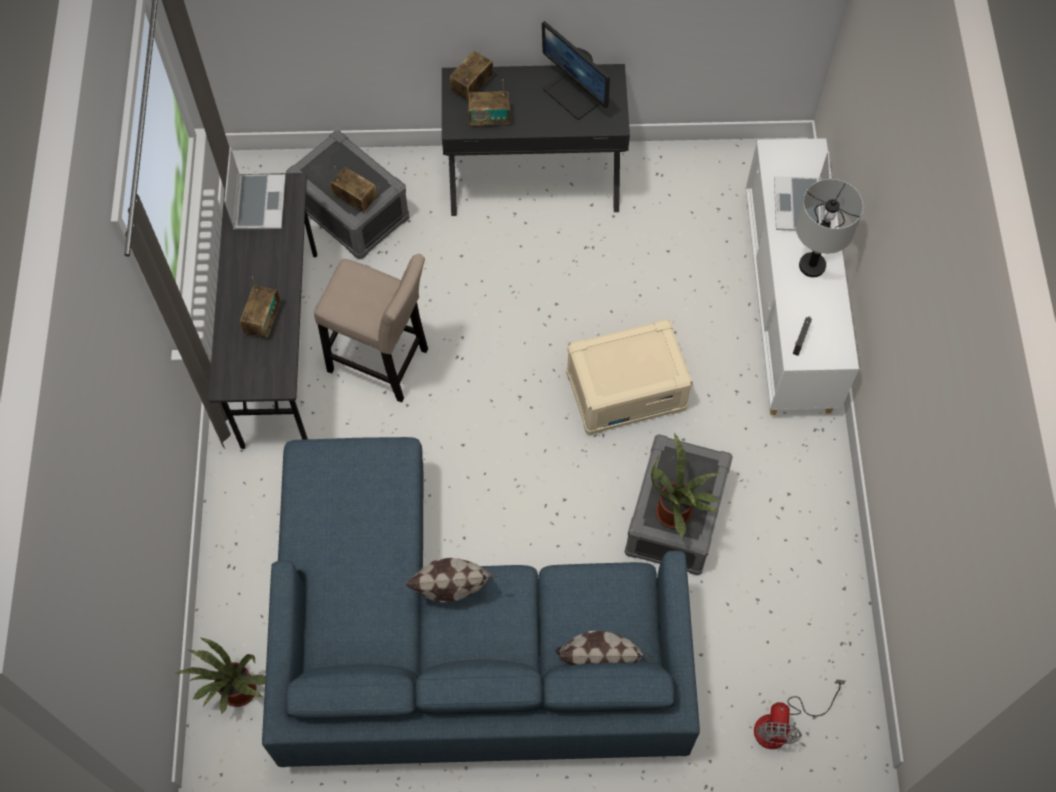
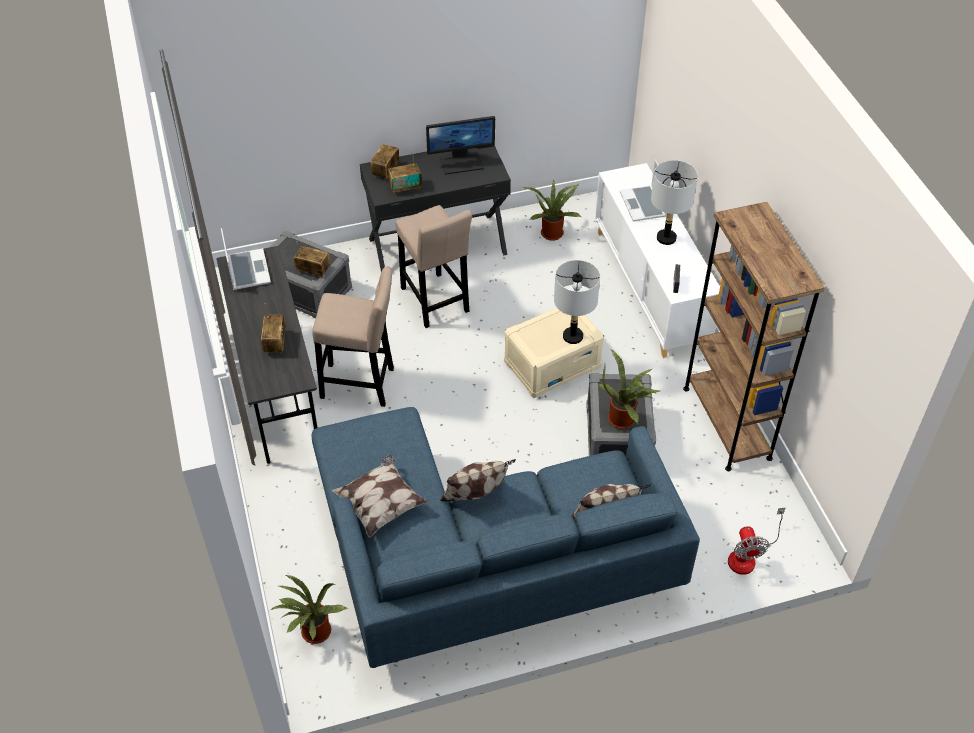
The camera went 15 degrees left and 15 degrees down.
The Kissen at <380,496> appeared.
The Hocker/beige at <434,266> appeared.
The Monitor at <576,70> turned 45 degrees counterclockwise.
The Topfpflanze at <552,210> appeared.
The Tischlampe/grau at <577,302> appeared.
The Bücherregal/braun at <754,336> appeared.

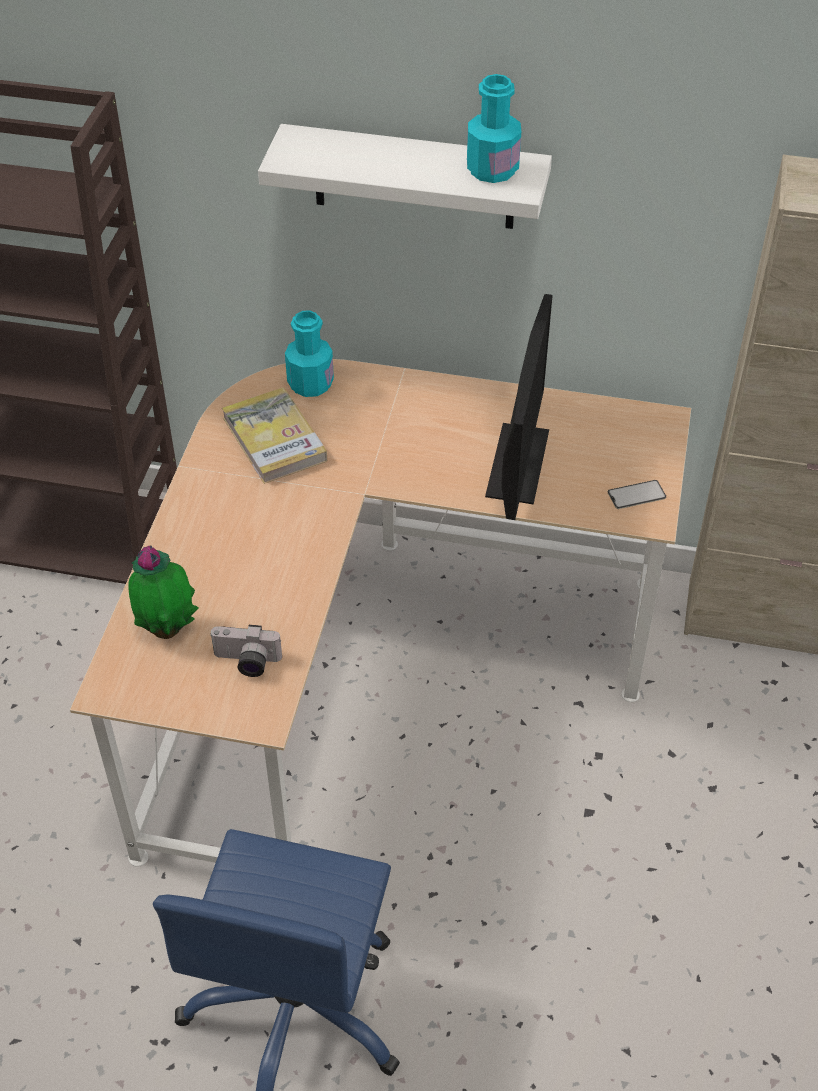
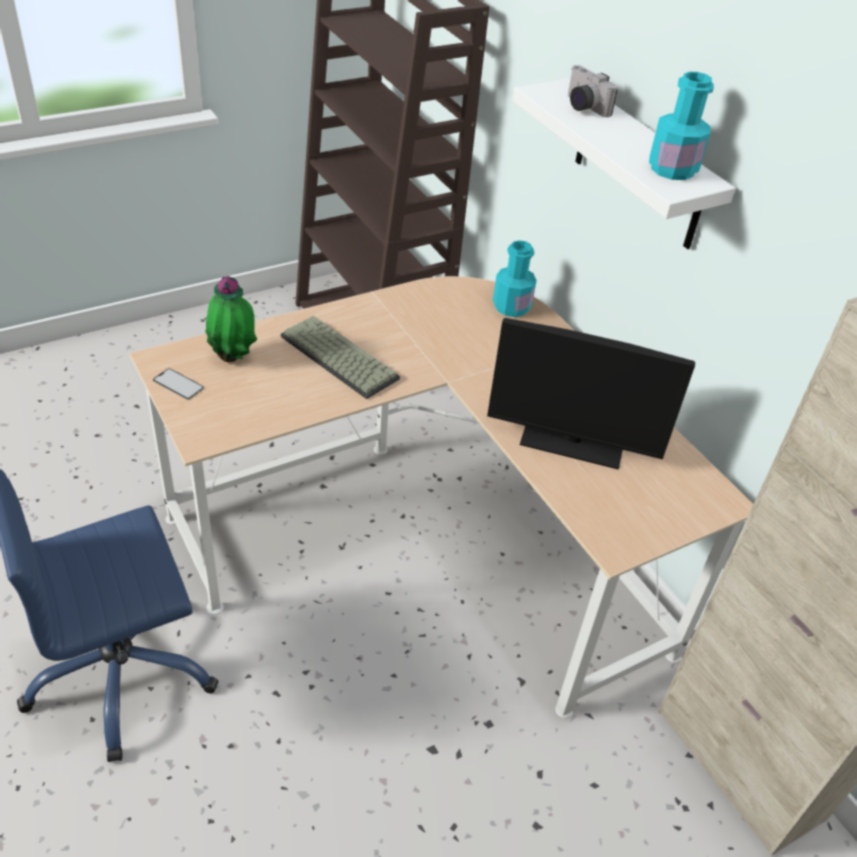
The camera went 45 degrees right and 5 degrees down.
The Handy moved from <637,494> to <178,384>.
The Tastatur at <340,357> appeared.
The Monitor at <519,407> turned 45 degrees clockwise.
The Kamera moved from <245,651> to <593,91>.
The Buch at <274,435> disappeared.

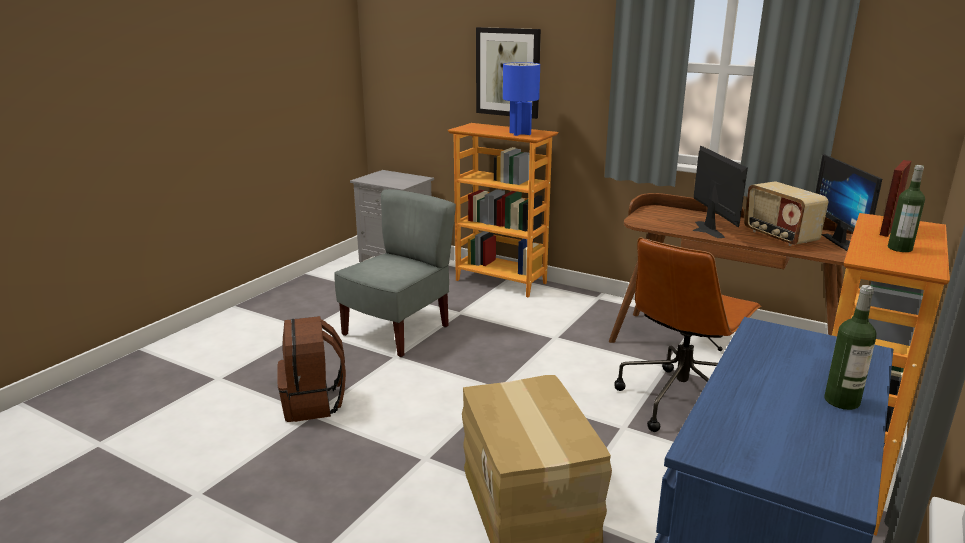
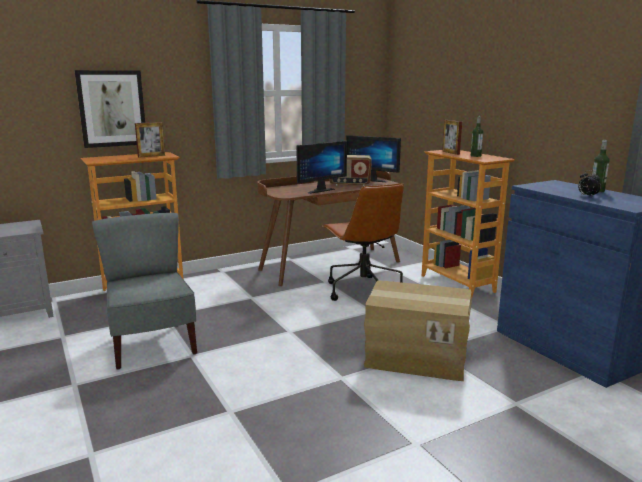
The camera went 60 degrees left and 5 degrees down.
The Tischlampe/blau at <521,99> was replaced by the Bilderrahmen at <150,140>.
The Monitor at <720,191> turned 120 degrees clockwise.
The Wecker at <589,183> appeared.
The Rucksack/braun at <311,369> disappeared.

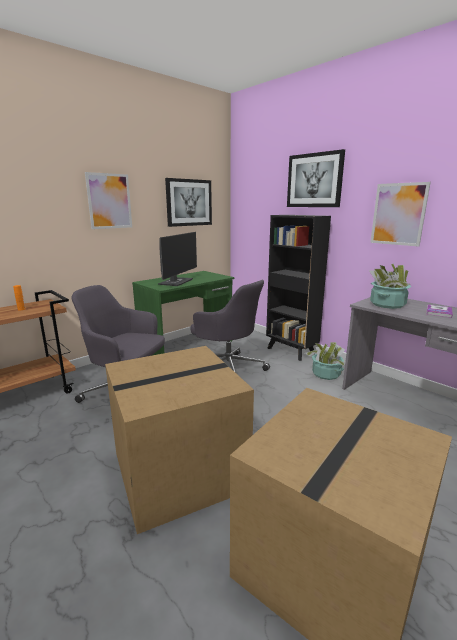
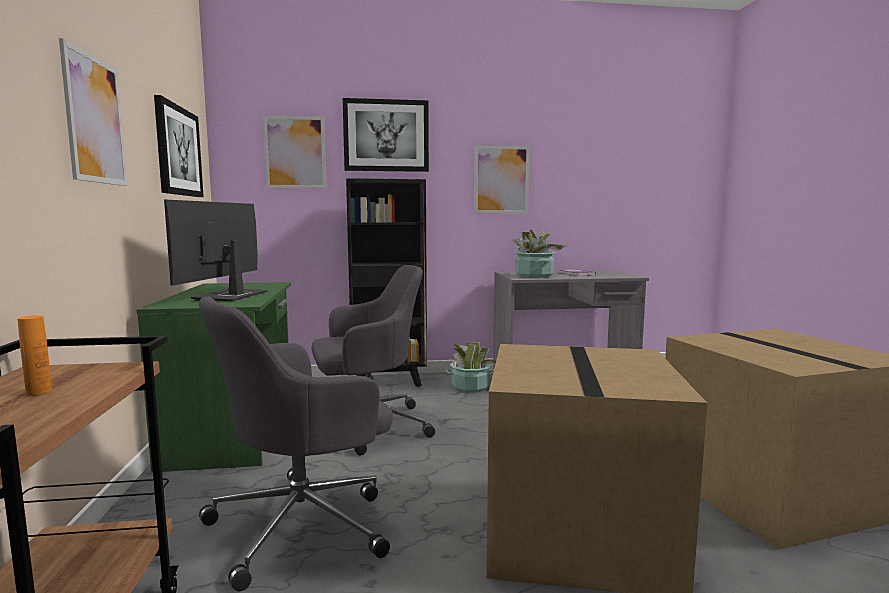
The camera went 55 degrees left and 10 degrees down.
The Monitor at <177,259> turned 135 degrees counterclockwise.
The Bild at <294,152> appeared.

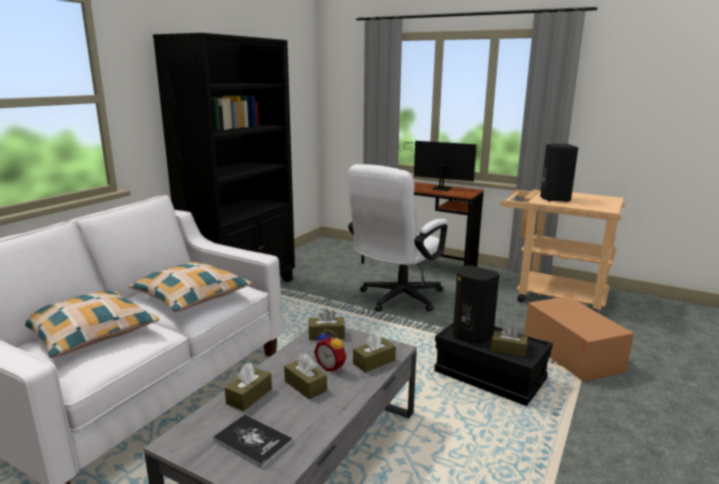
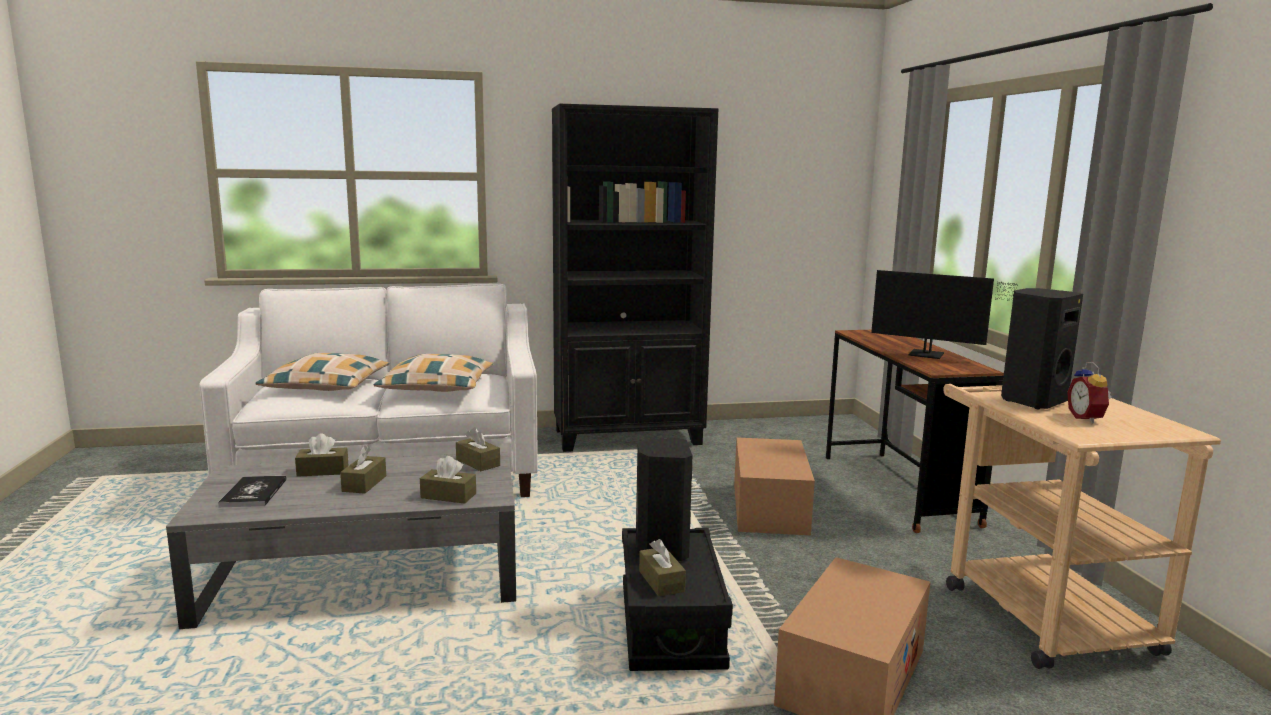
The camera went 50 degrees right and 5 degrees down.
The Bürostuhl/weiß at <397,238> was replaced by the Karton at <774,486>.
The Monitor at <437,166> turned 135 degrees clockwise.
The Wecker moved from <330,350> to <1089,392>.

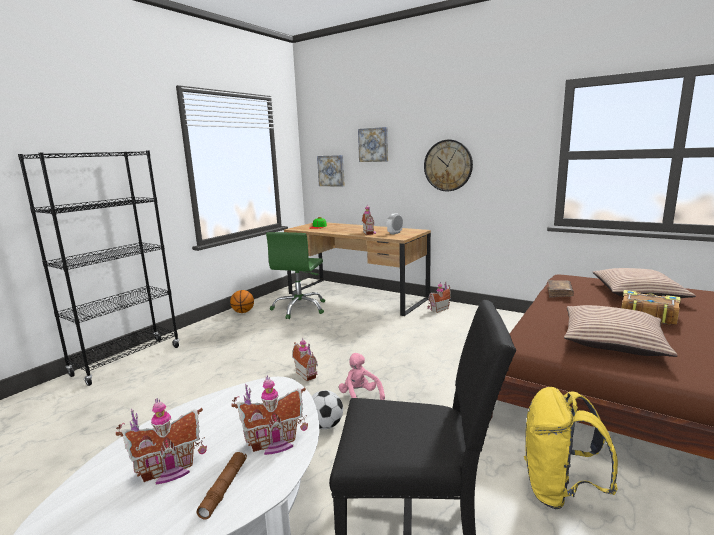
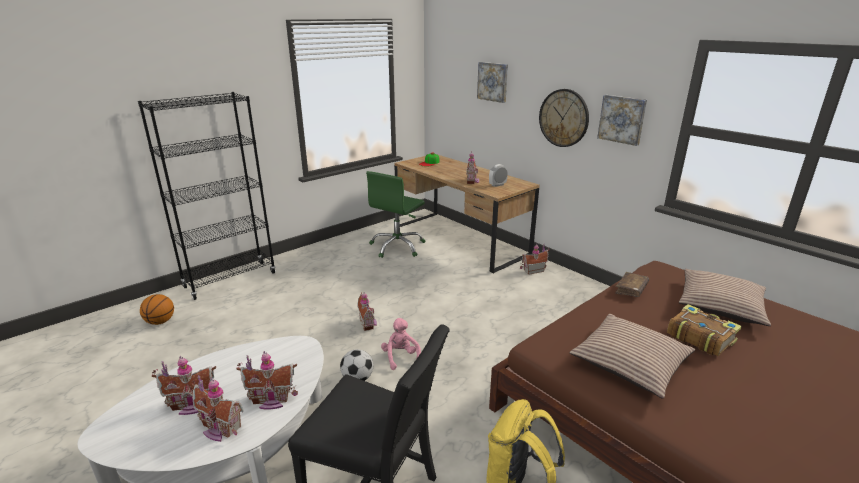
The camera went 15 degrees right and 10 degrees up.
The Basketball moved from <242,301> to <157,309>.
The Taschenlampe/braun at <221,486> was replaced by the Spielzeughaus at <218,408>.
The Bild moved from <331,171> to <622,120>.

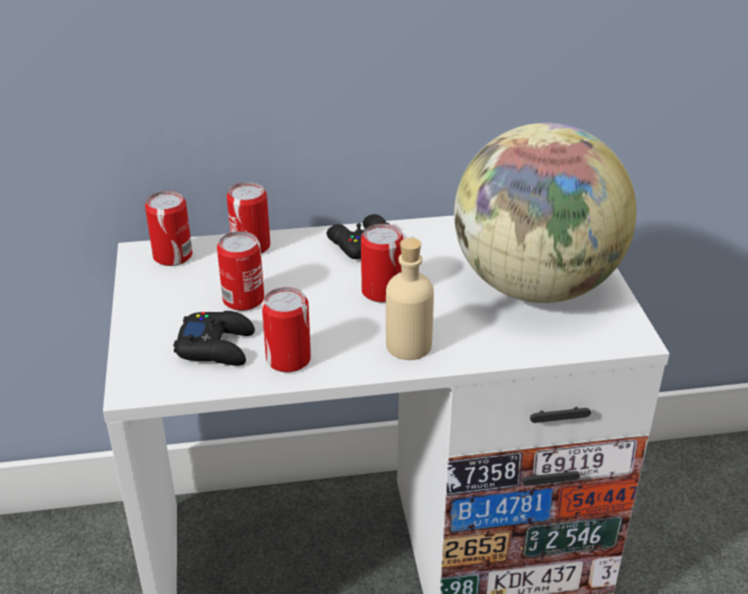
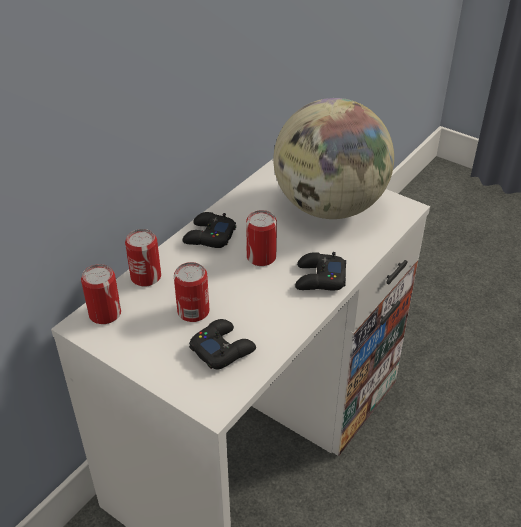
The camera went 45 degrees left and 5 degrees up.
The Flasche/beige at <410,299> was replaced by the Gamepad/schwarz at <320,271>.
The Dose at <286,330> disappeared.

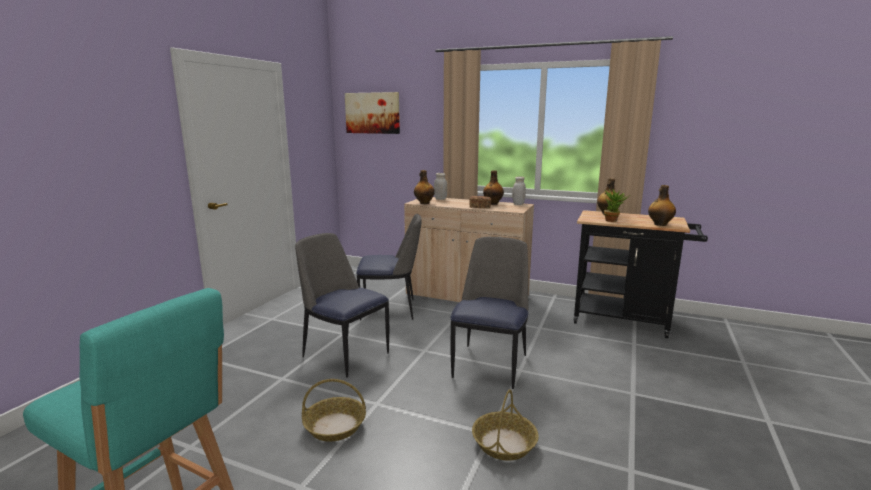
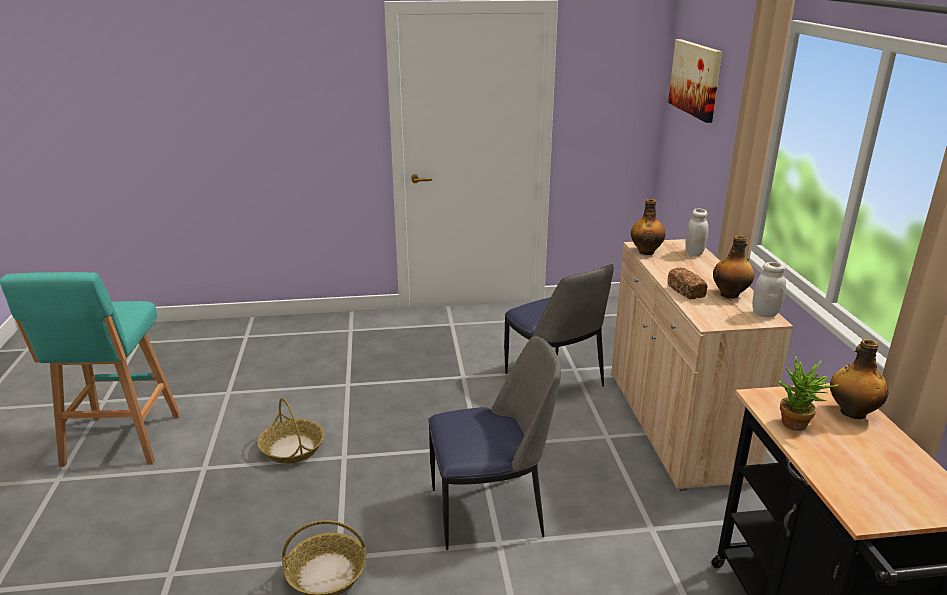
The camera went 60 degrees right and 10 degrees up.
The Stuhl at <342,305> disappeared.
The Flasche at <662,205> disappeared.

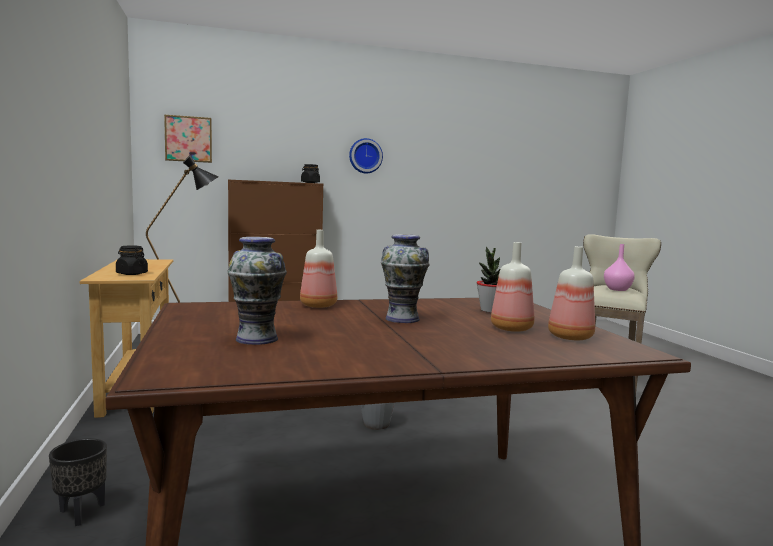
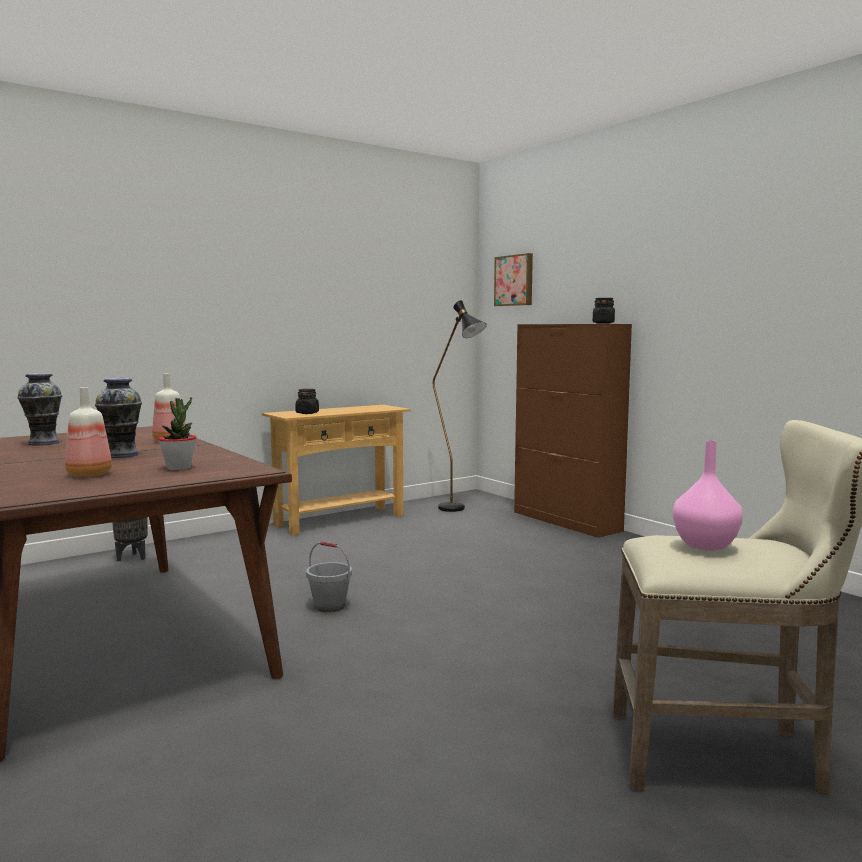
The camera went 70 degrees right and 0 degrees up.
The Wanduhr at <366,155> disappeared.
The Flasche at <571,293> disappeared.

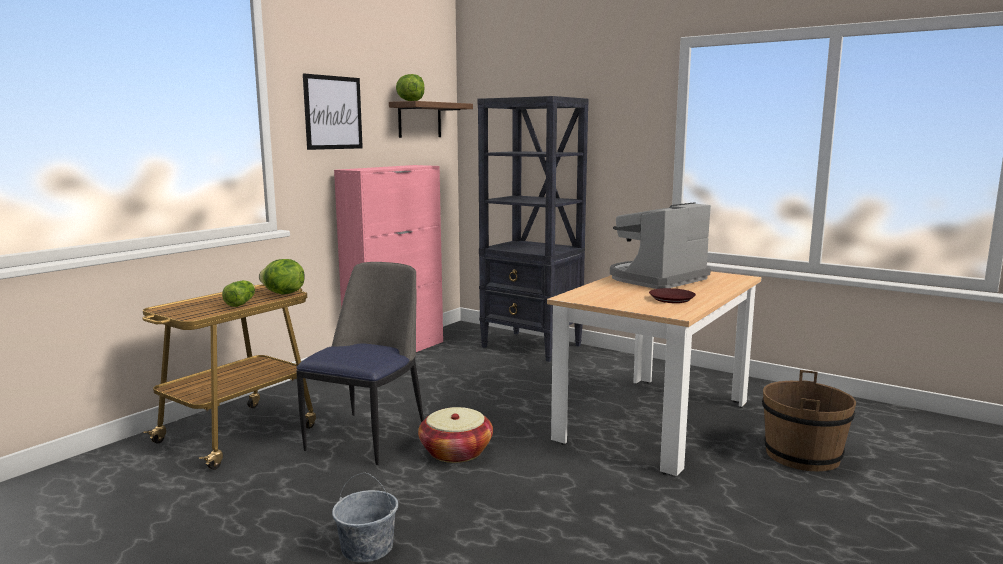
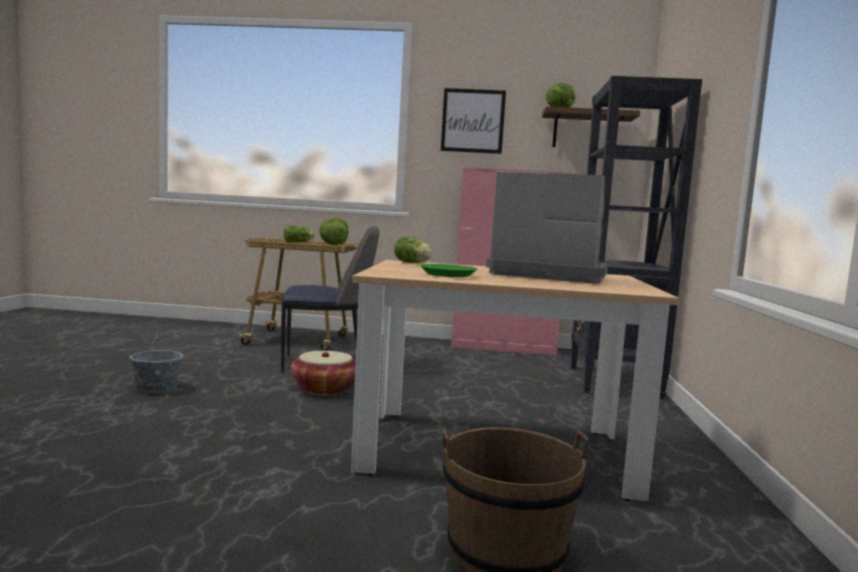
The camera went 60 degrees right and 5 degrees down.
The Salatkopf at <413,250> appeared.
The Teller/braun at <672,295> became the Teller/grün at <448,270>.

